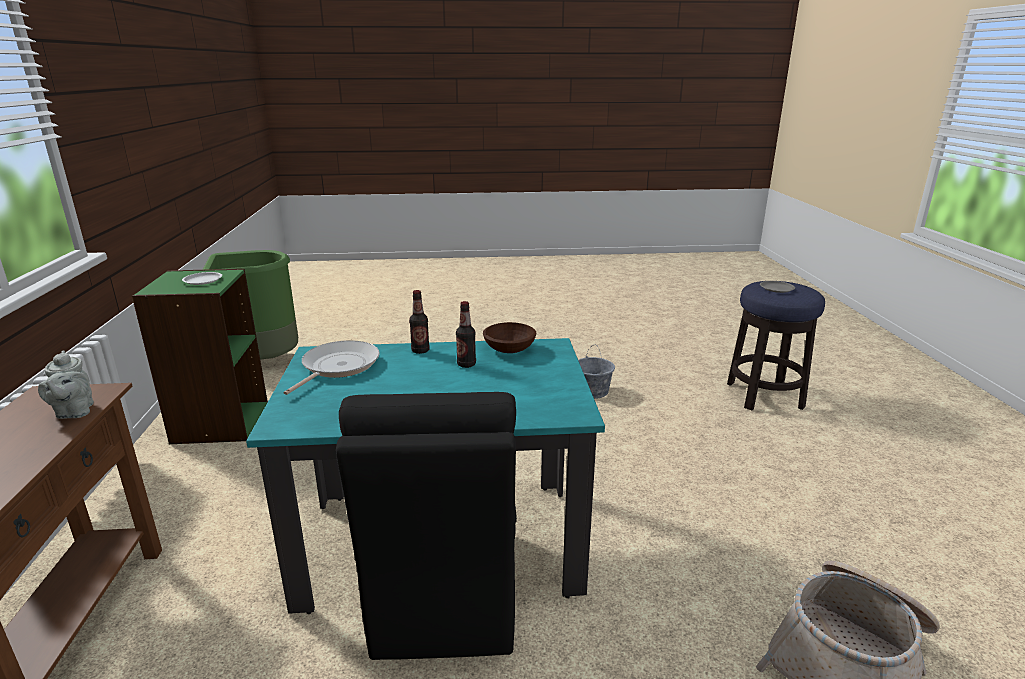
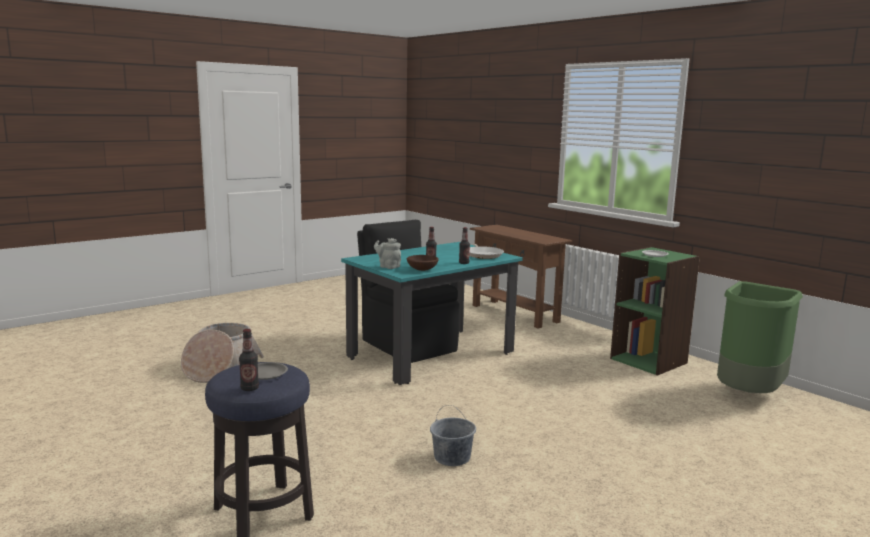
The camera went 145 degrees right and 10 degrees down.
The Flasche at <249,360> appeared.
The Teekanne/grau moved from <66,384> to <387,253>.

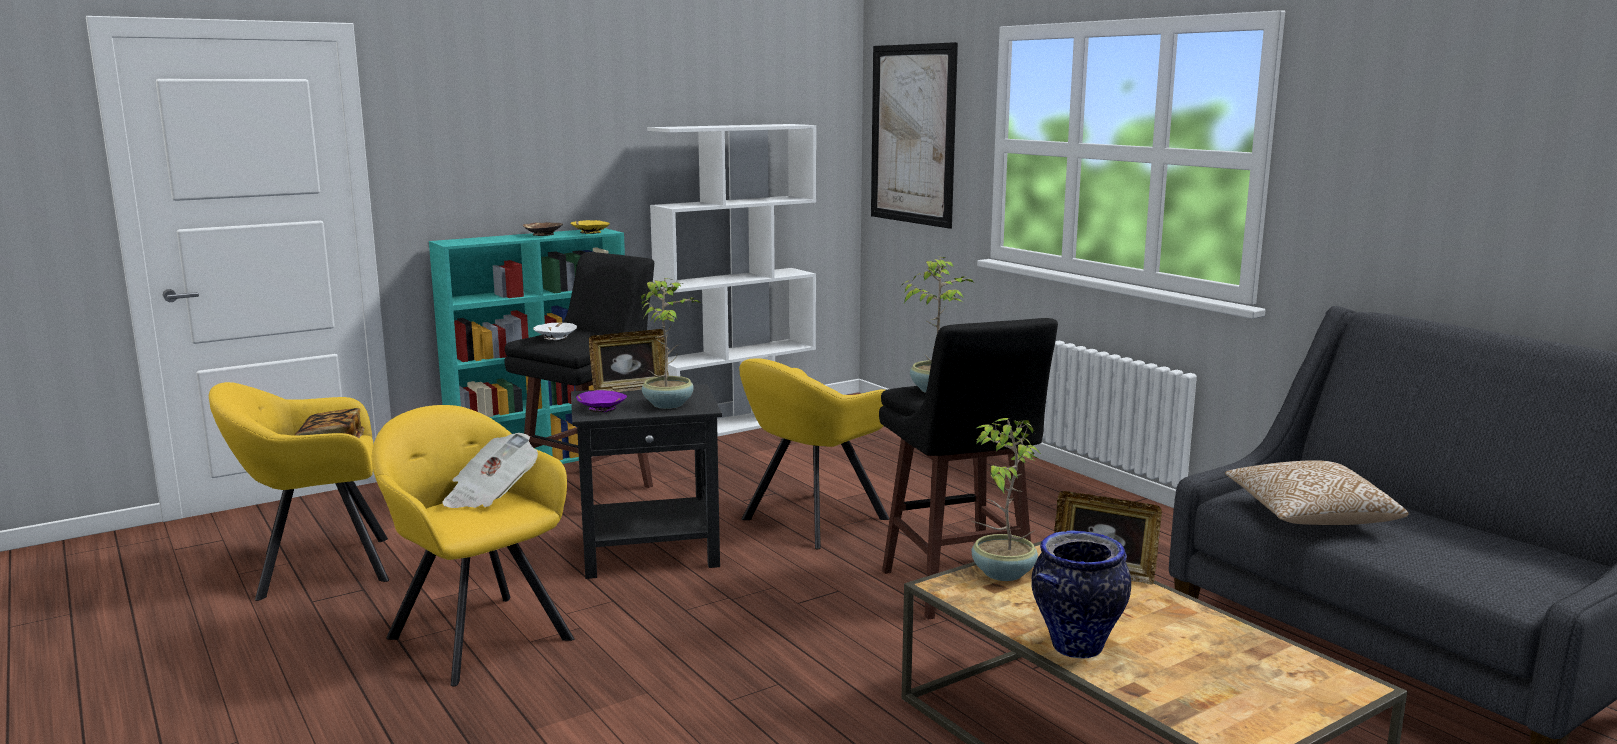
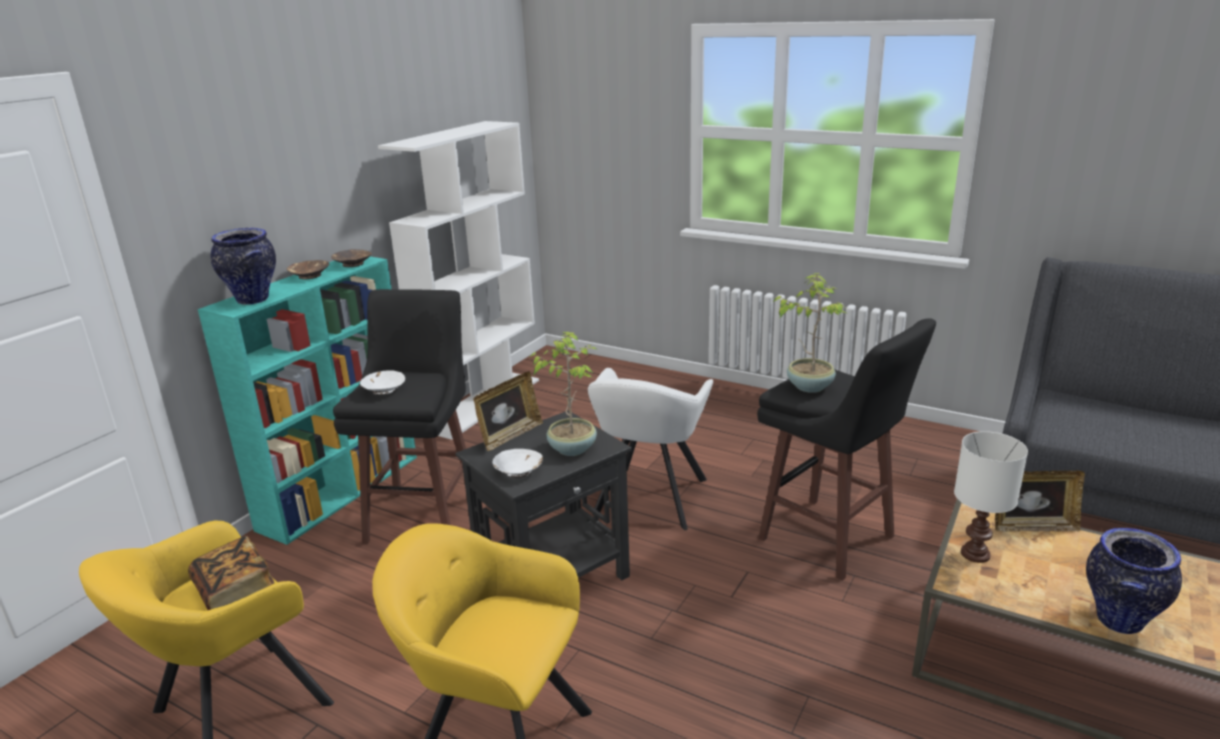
The camera went 25 degrees left and 10 degrees up.
The Vase at <243,266> appeared.
The Schüssel/gelb at <590,227> became the Schüssel/braun at <351,258>.
The Schüssel/lila at <601,401> became the Schüssel/weiß at <518,463>.
The Sessel/gelb at <814,453> became the Sessel/weiß at <650,449>.
The Topfpflanze at <1007,499> was replaced by the Tischlampe/weiß at <991,497>.
The Zeitung at <490,470> disappeared.
The Bild at <914,135> disappeared.
The Kissen at <1316,492> disappeared.

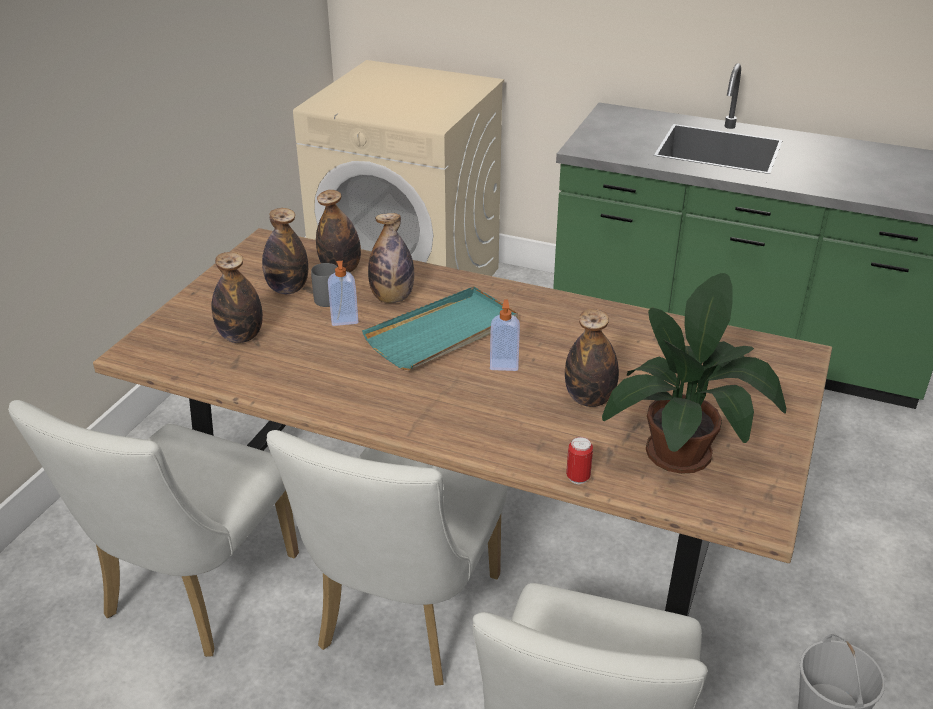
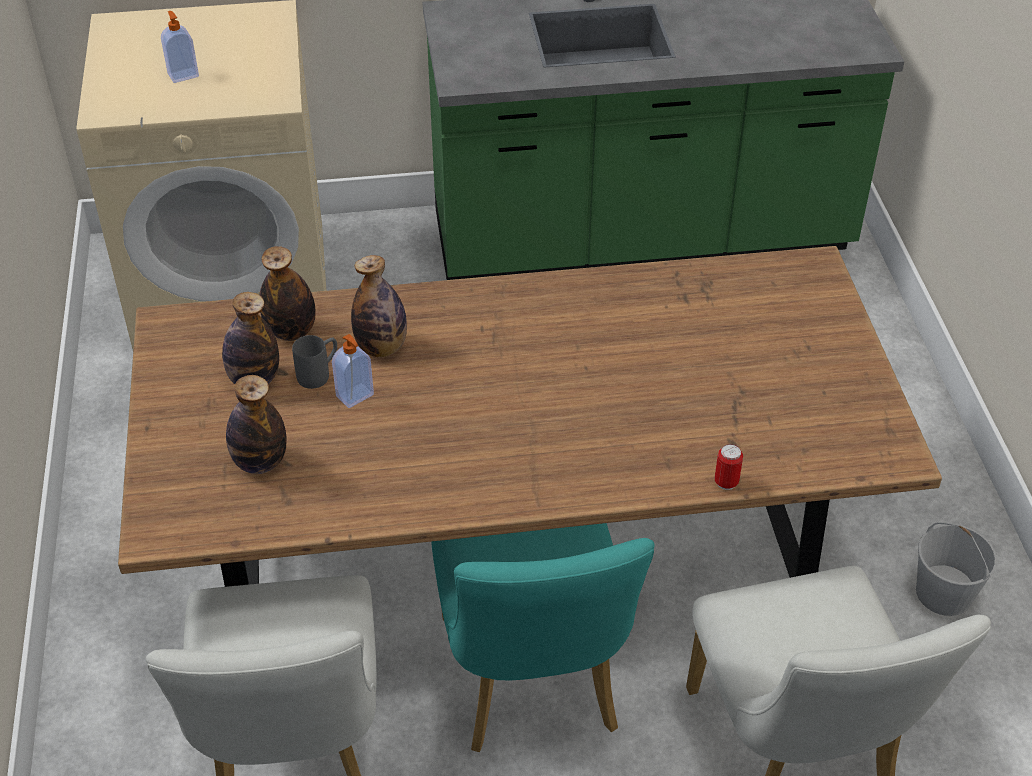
The camera went 30 degrees left and 10 degrees up.
The Seifenspender moved from <505,335> to <180,47>.
The Stuhl/weiß at <386,558> became the Stuhl/türkis at <543,637>.
The Tablett/türkis at <440,328> disappeared.
The Flasche at <592,358> disappeared.
The Topfpflanze at <694,373> disappeared.

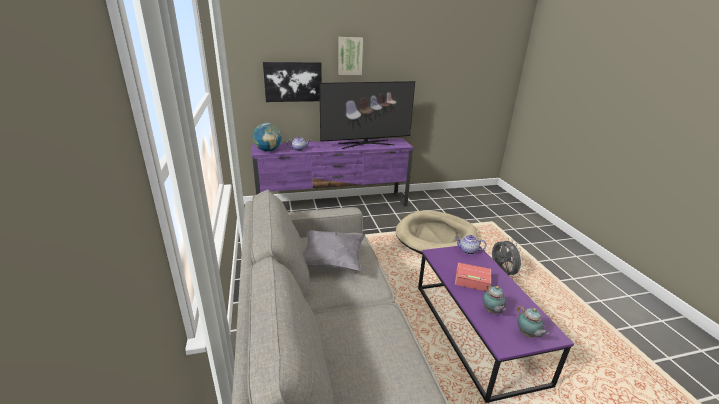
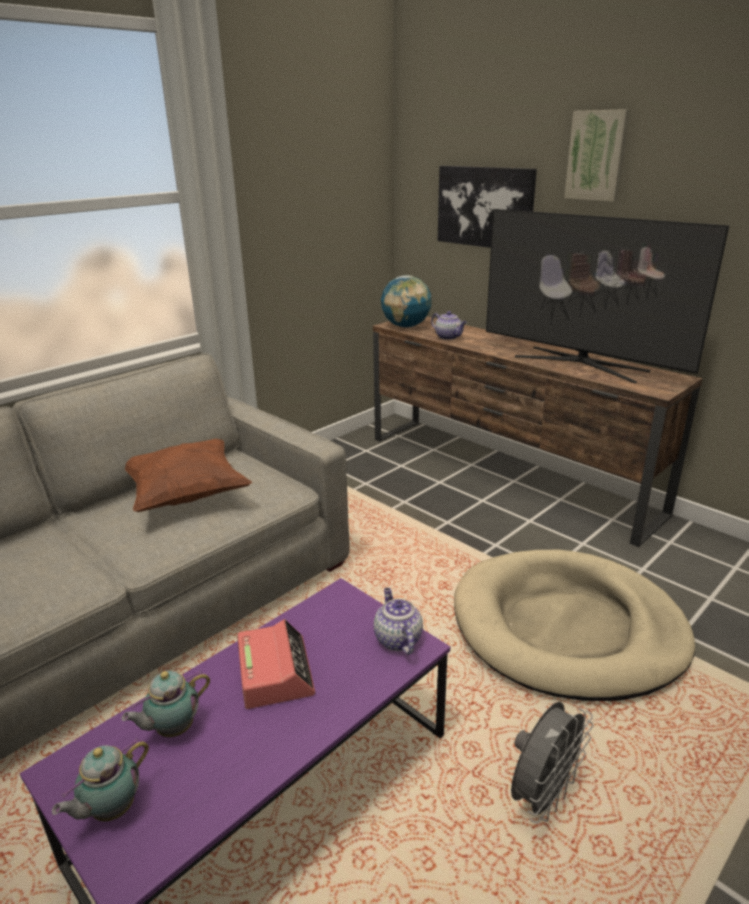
The camera went 60 degrees right and 0 degrees up.
The Kissen/grau at <334,250> became the Kissen/braun at <188,475>.
The Fernsehschrank/lila at <333,172> became the Fernsehschrank/braun at <538,431>.

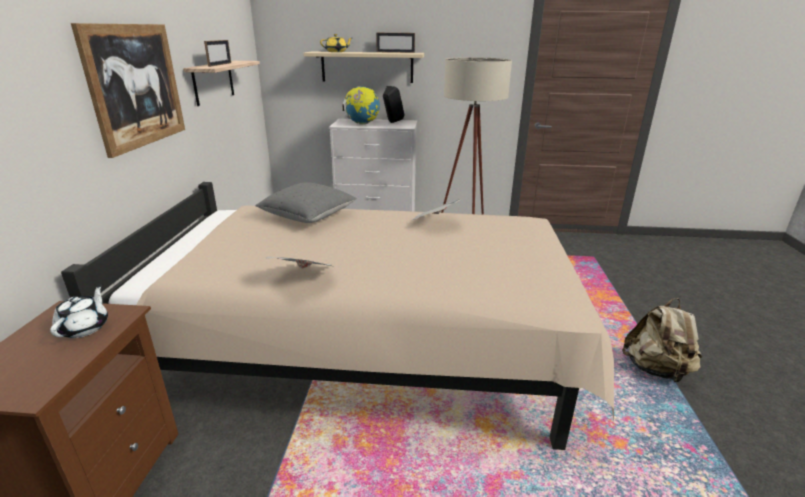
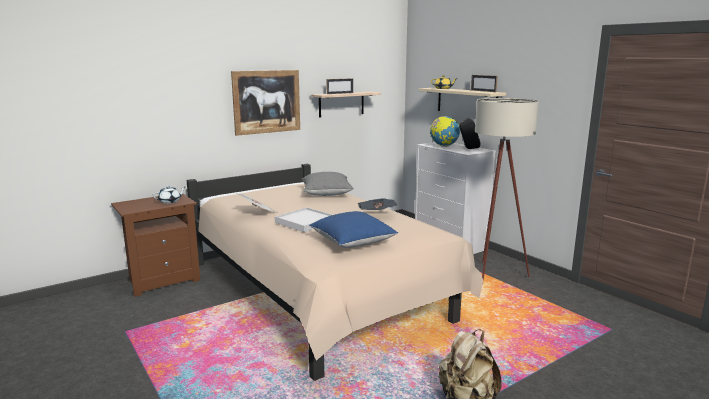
The camera went 50 degrees right and 10 degrees down.
The Tablett/weiß at <303,219> appeared.
The Kissen/blau at <353,229> appeared.

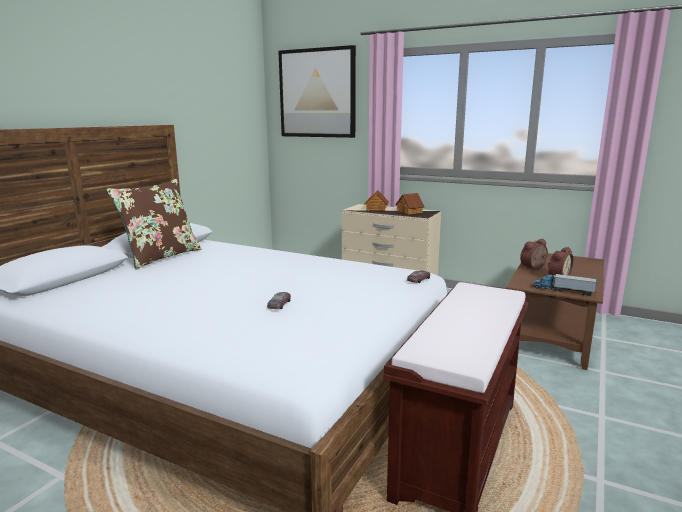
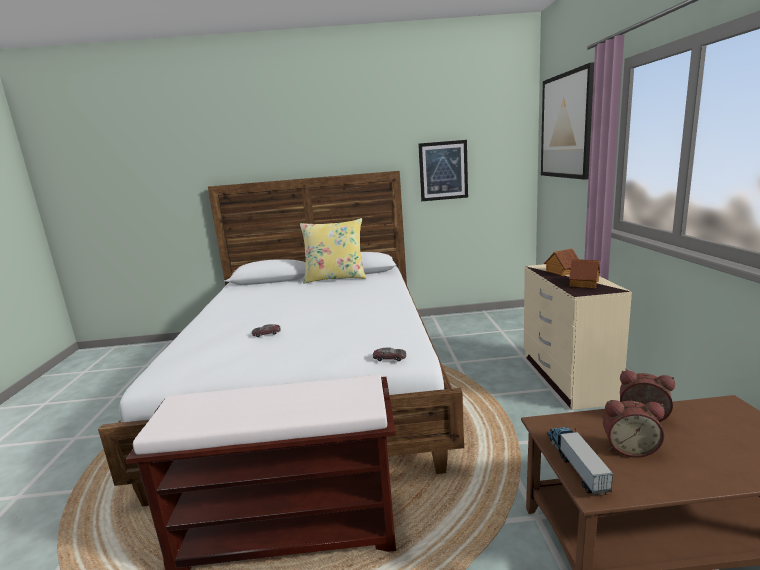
The camera went 60 degrees right and 0 degrees up.
The Kissen/braun at <153,224> became the Kissen/gelb at <333,250>.
The Bild at <443,170> appeared.

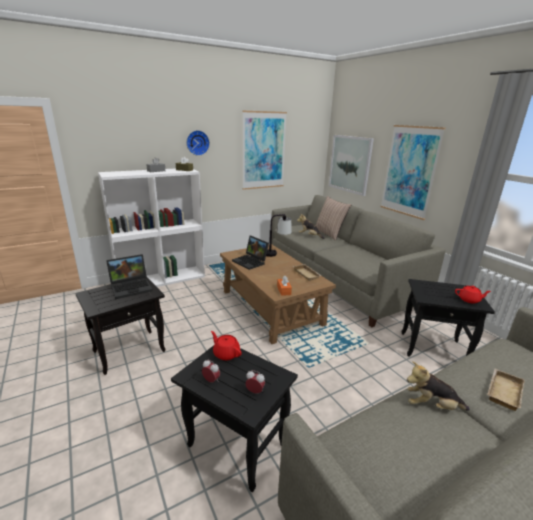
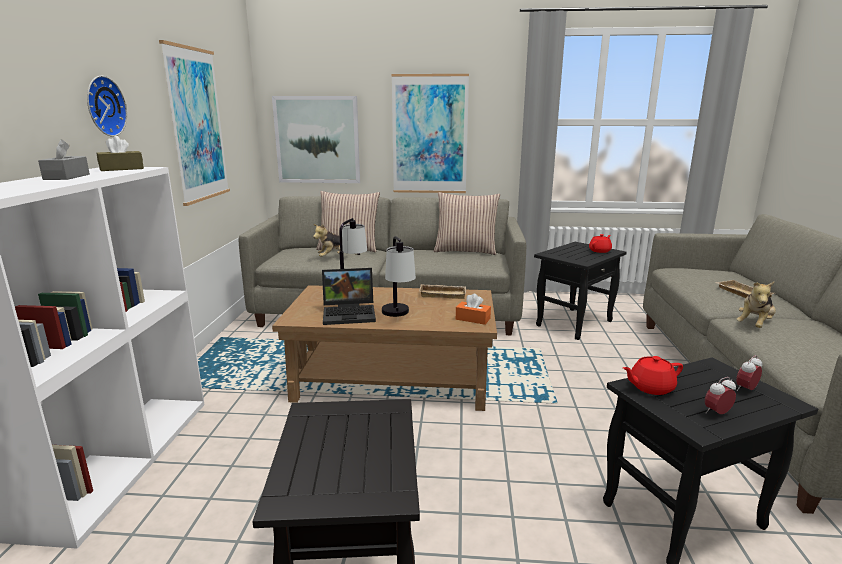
The camera went 55 degrees left and 5 degrees down.
The Tischlampe at <399,276> appeared.
The Kissen at <467,223> appeared.
The Laptop at <129,276> disappeared.

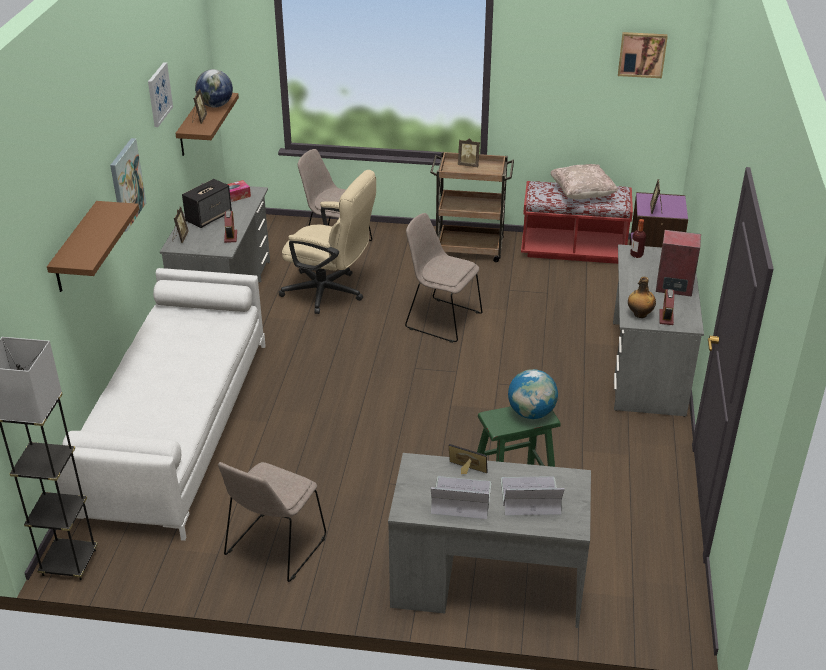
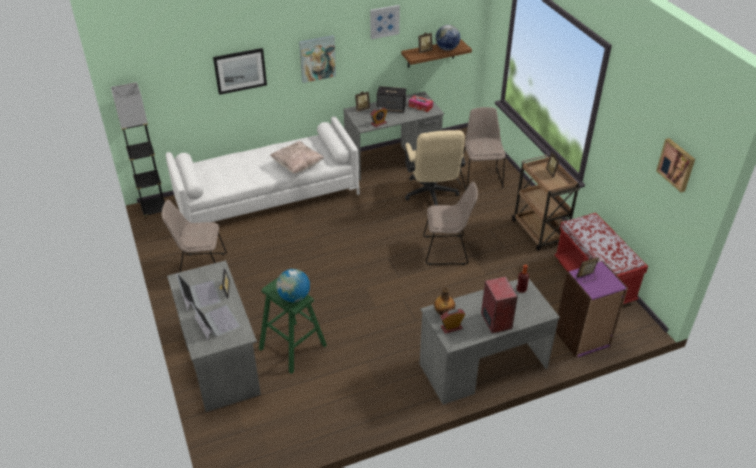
The camera went 60 degrees right and 5 degrees up.
The Wandregal/braun at <93,246> was replaced by the Bild at <240,71>.
The Kissen/beige moved from <584,181> to <297,157>.
The Stuhl/beige at <443,278> turned 90 degrees clockwise.

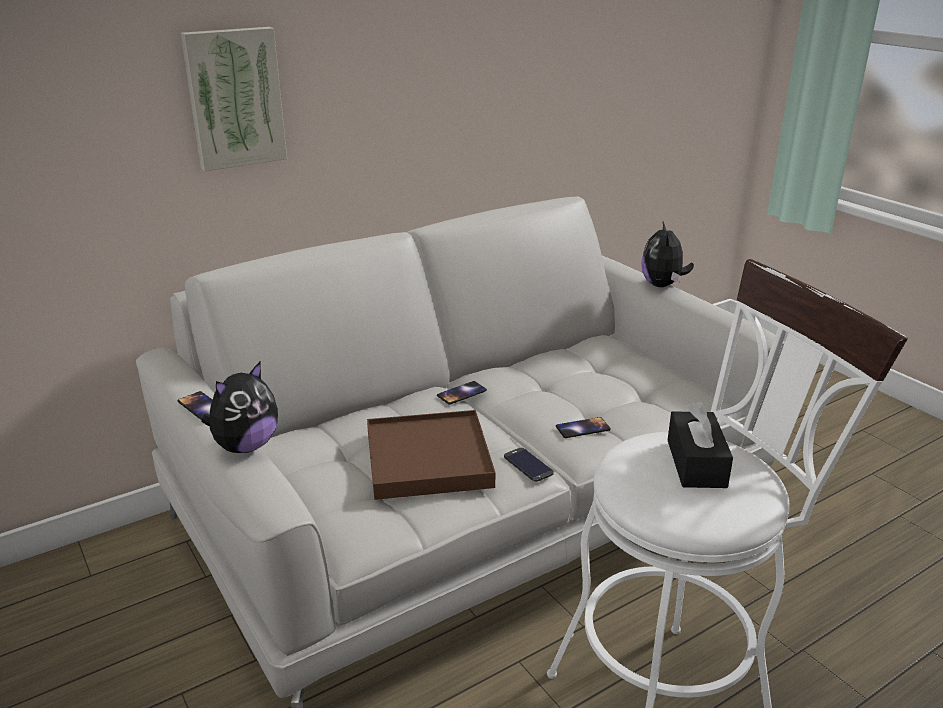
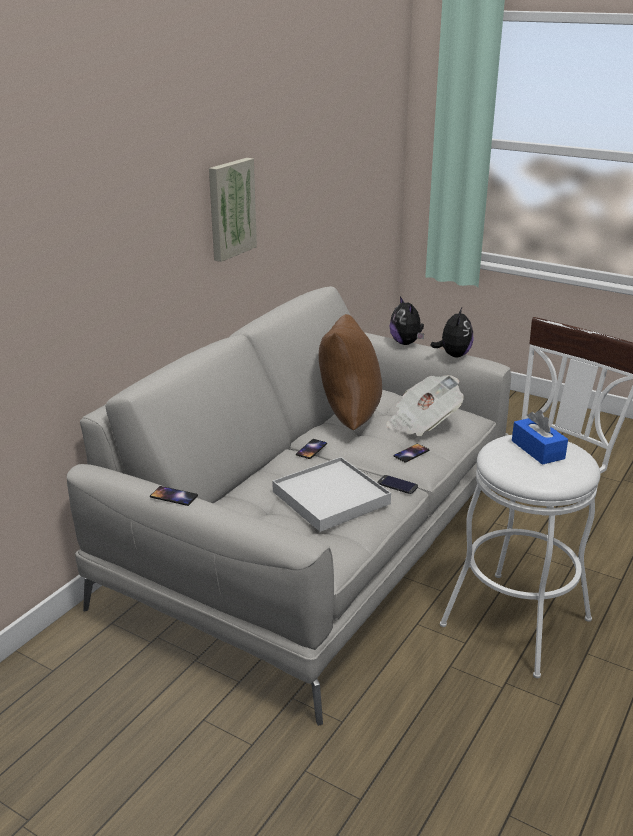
The camera went 25 degrees left and 0 degrees up.
The Bild moved from <234,99> to <233,210>.
The Tablett/braun at <431,455> became the Tablett/weiß at <331,494>.
The Kissen/braun at <350,372> appeared.
The Zeitung at <425,405> appeared.
The Plüschtier moved from <240,407> to <451,332>.
The Taschentuchbox/schwarz at <700,445> became the Taschentuchbox/blau at <540,437>.

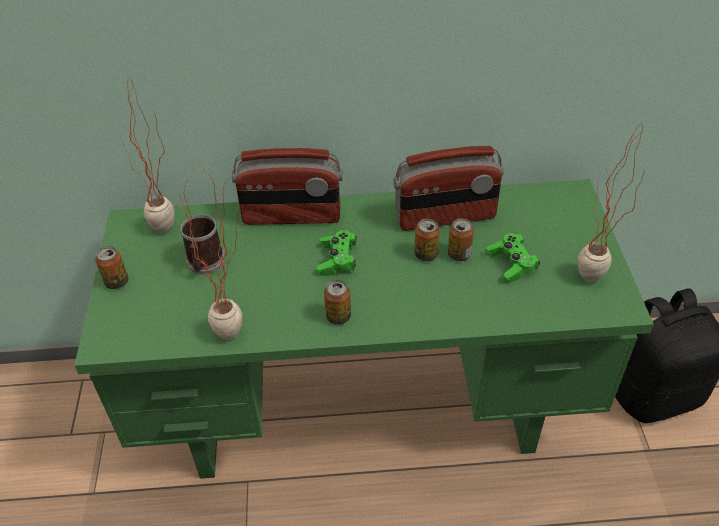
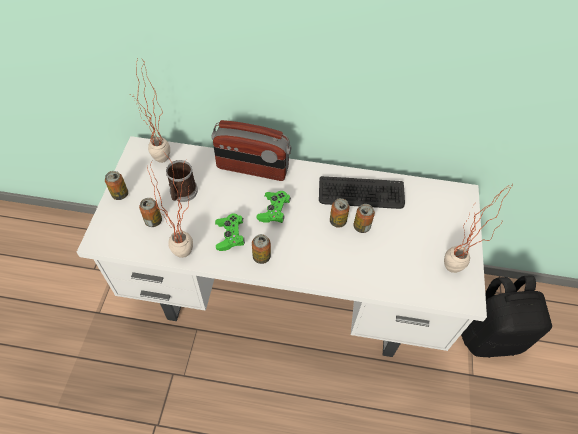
The camera went 10 degrees right and 10 degrees up.
The Schreibtisch/grün at <364,329> became the Schreibtisch/weiß at <282,246>.
The Dose at <150,212> appeared.
The Gamepad/grün moved from <513,258> to <230,232>.
The Radio at <448,188> was replaced by the Tastatur at <362,192>.

